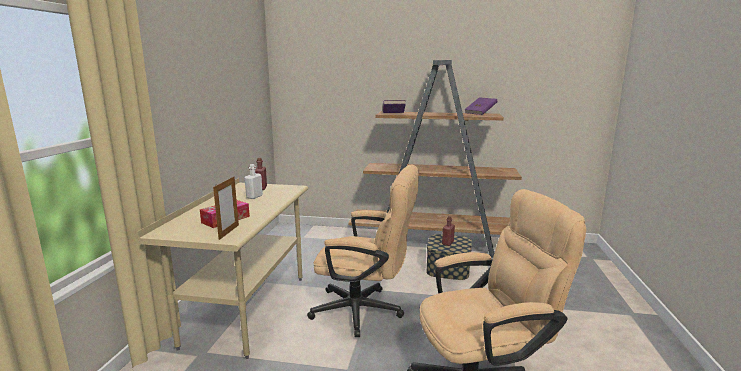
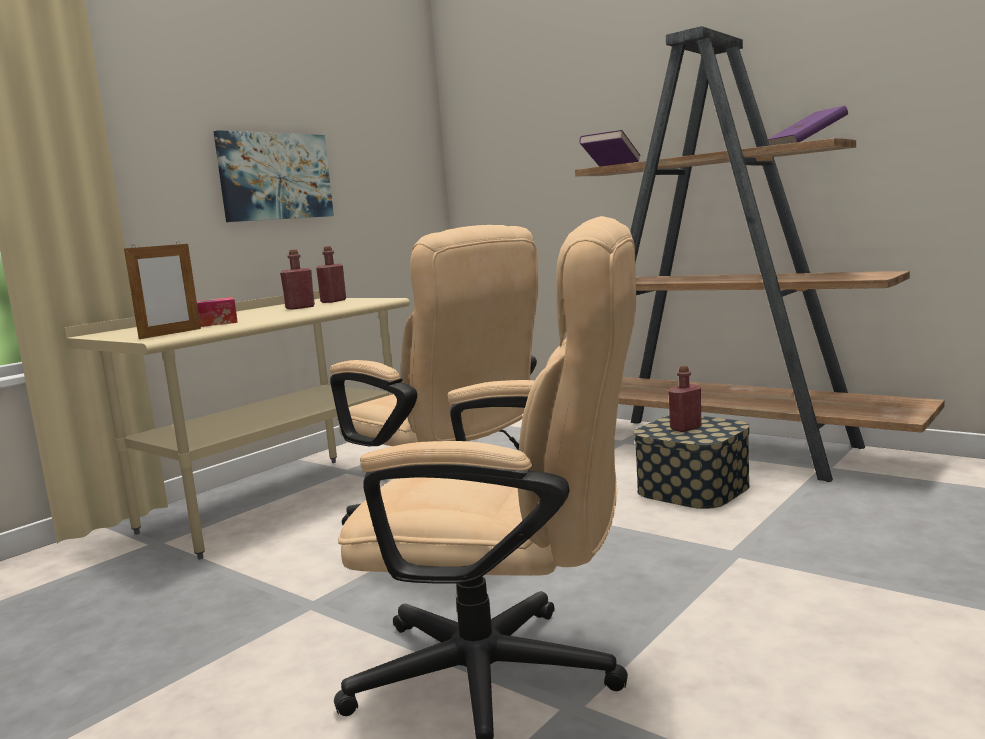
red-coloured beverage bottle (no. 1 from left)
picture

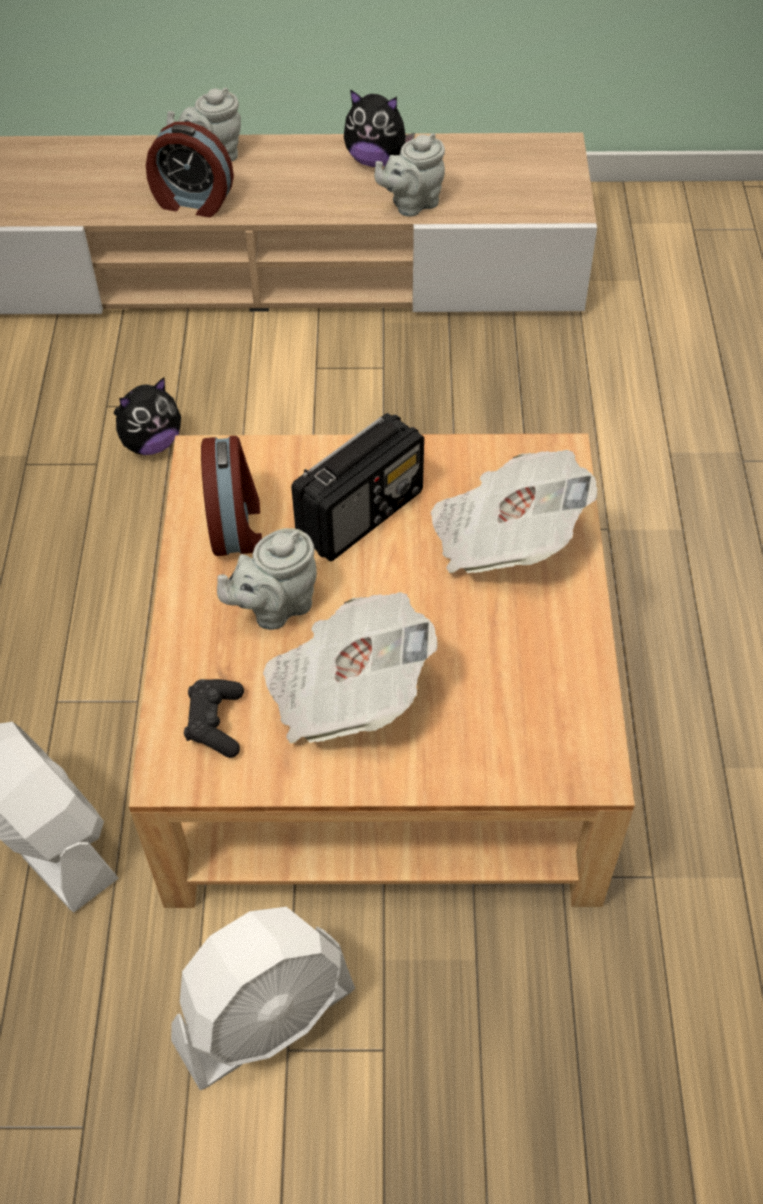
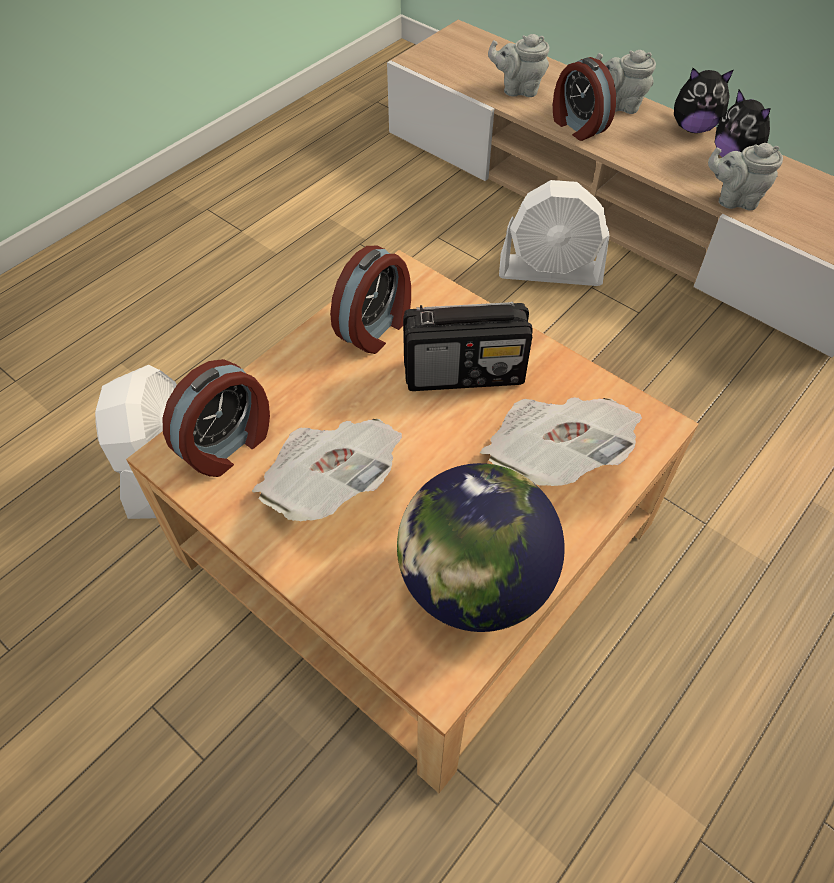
plush toy (no. 1 from left)
greyish tea pot (no. 1 from left)
alarm clock (no. 1 from left)
whitish fan (no. 2 from left)
world globe

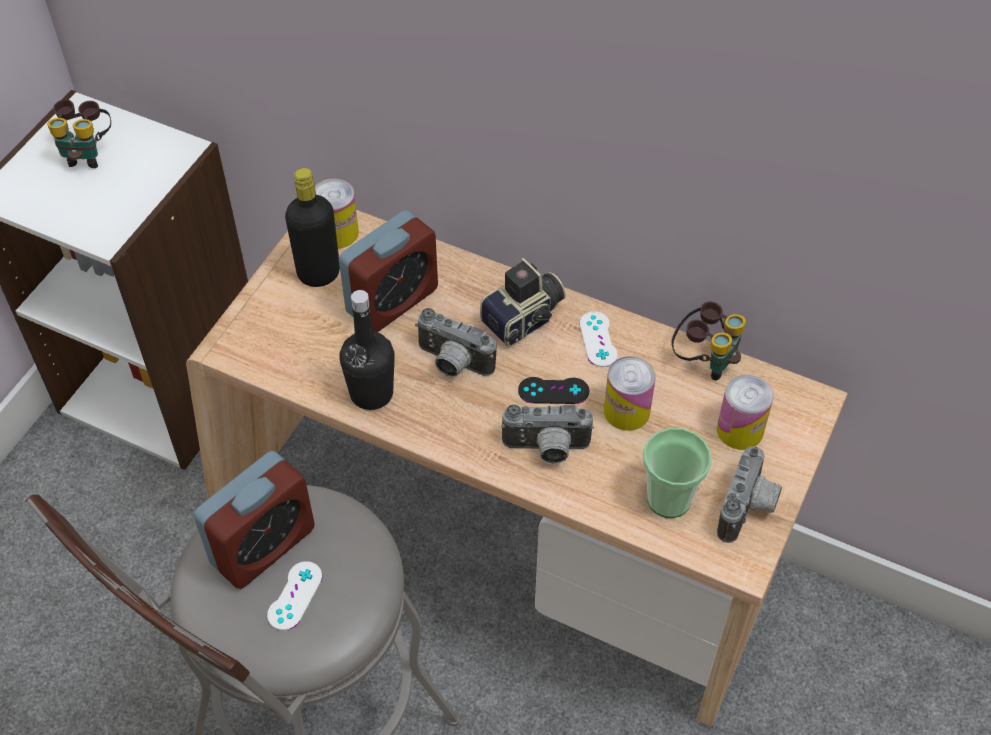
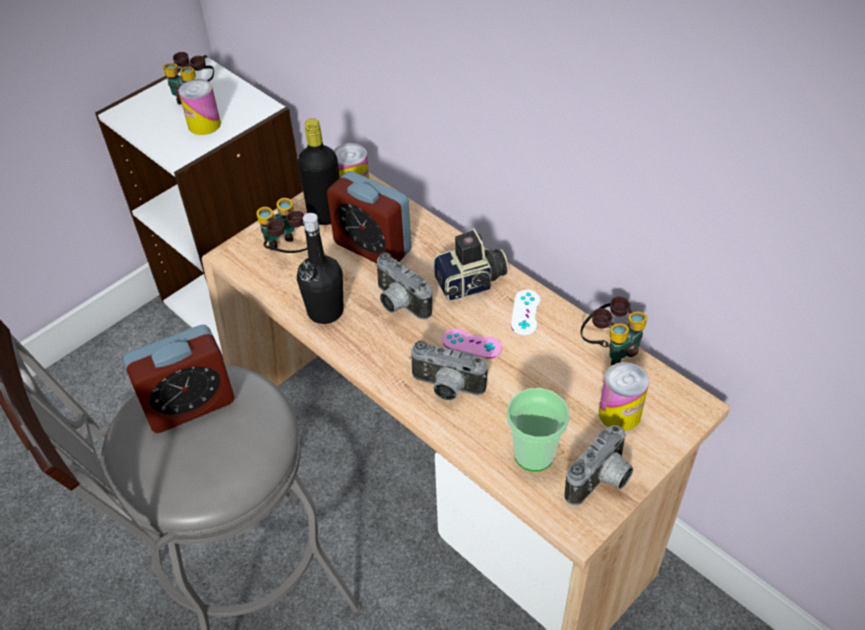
alarm clock (no. 2 from left)
metal can (no. 1 from left)
pinkish gamepad
whitish gamepad (no. 1 from left in the first image)
binoculars (no. 2 from left)

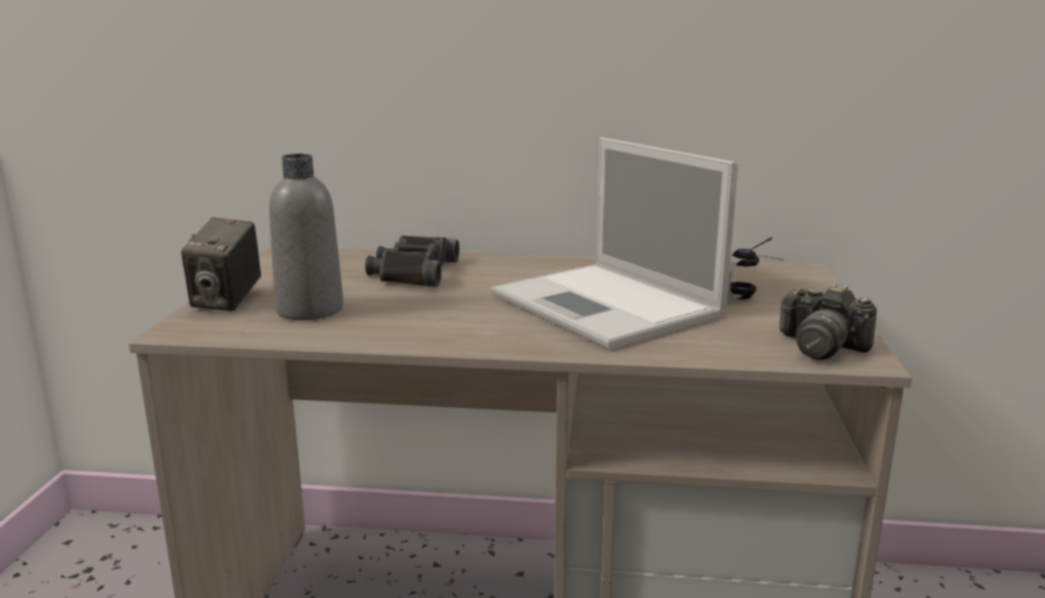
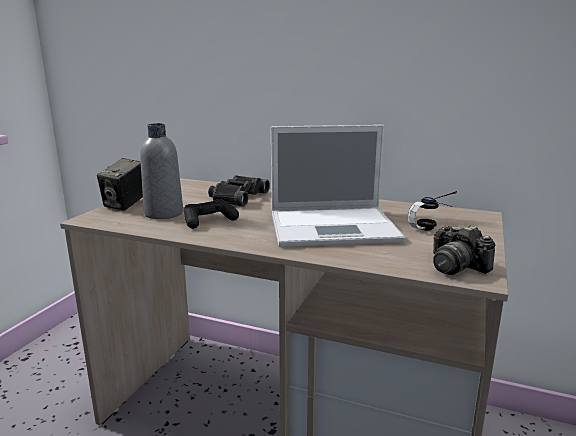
portable computer
black-coloured gamepad

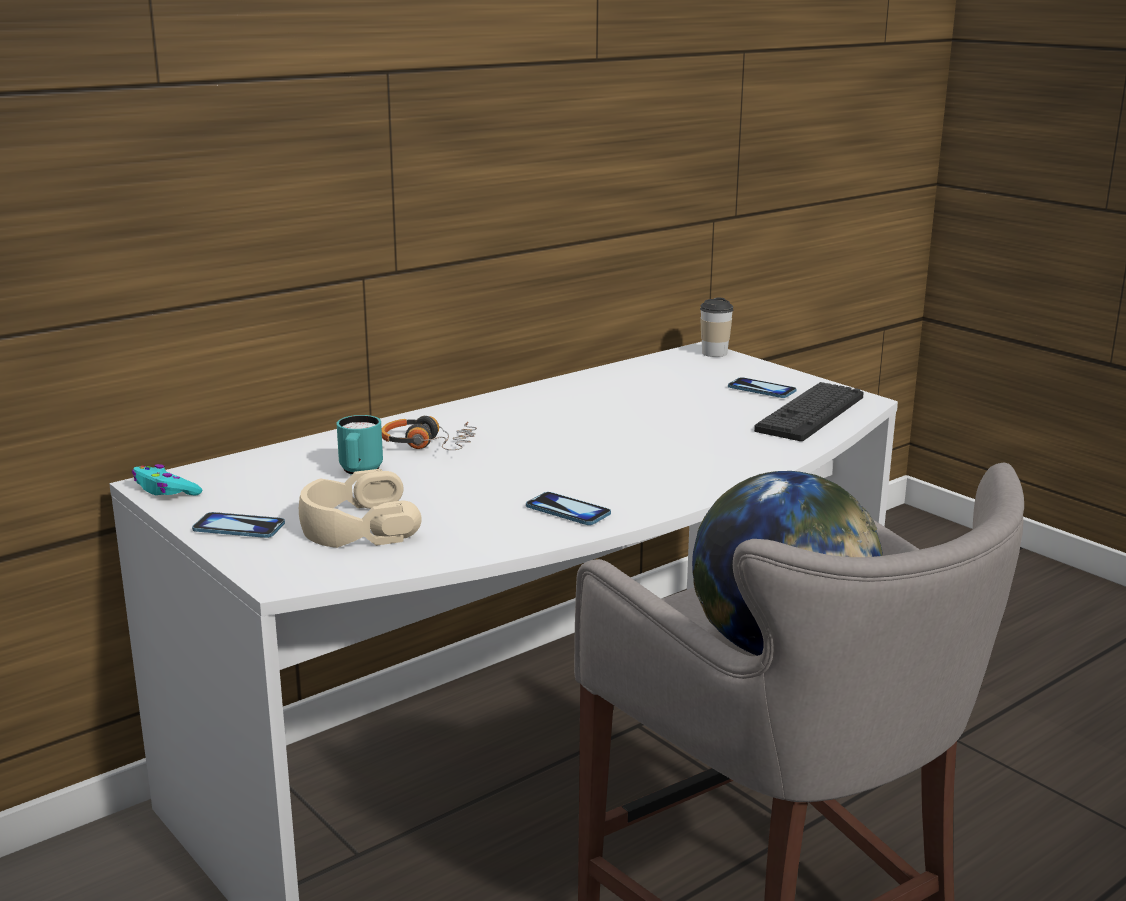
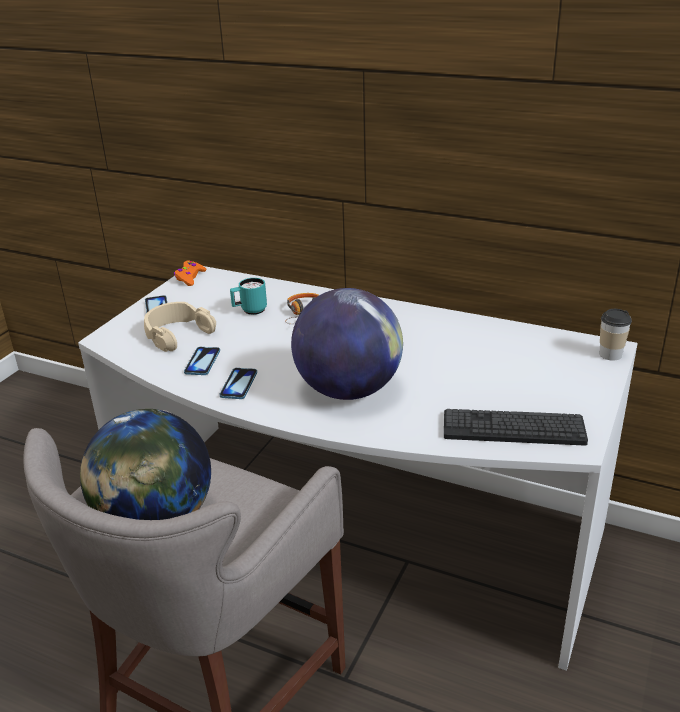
handset (no. 2 from left)
orangey gamepad
world globe (no. 2 from left)

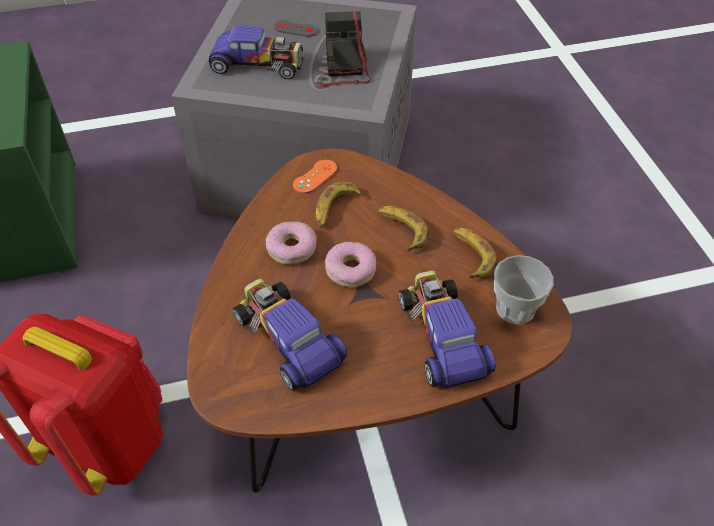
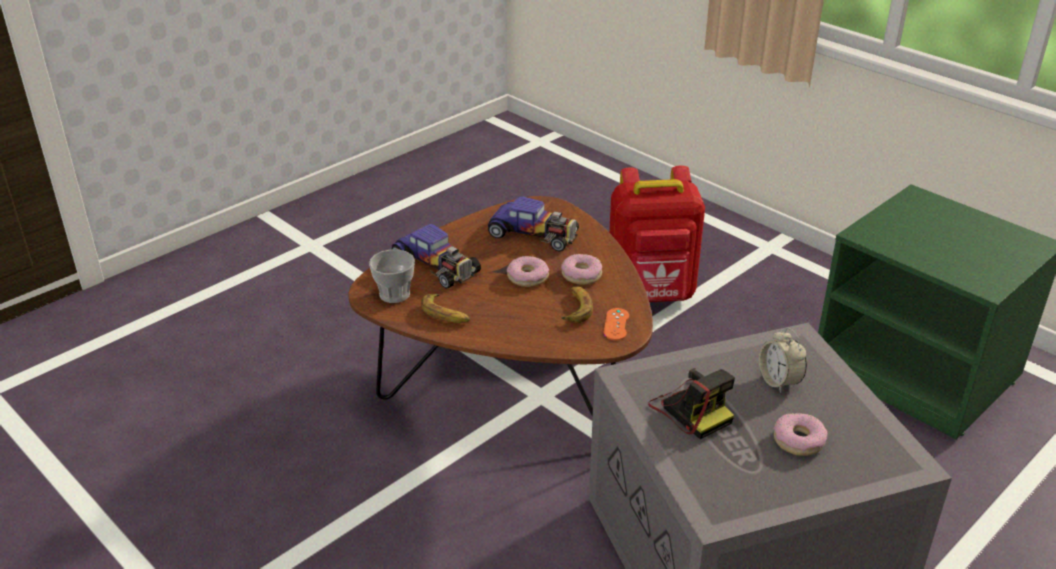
donut (no. 3 from left)
alarm clock
banana fruit (no. 2 from left in the first image)

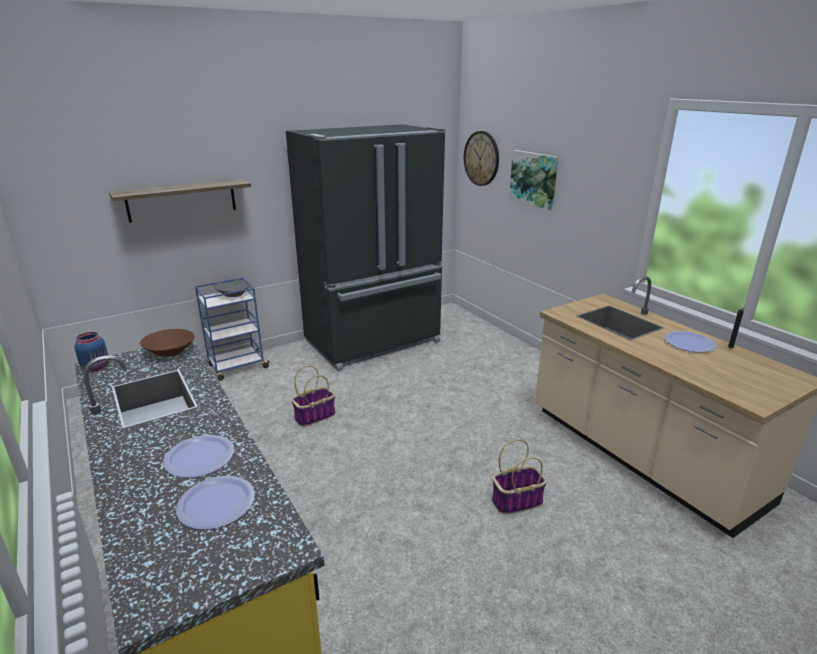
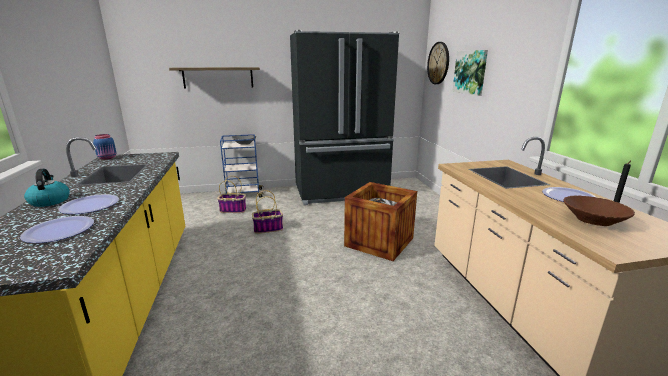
brown serving bowl
basket (no. 1 from left)
water kettle
crate

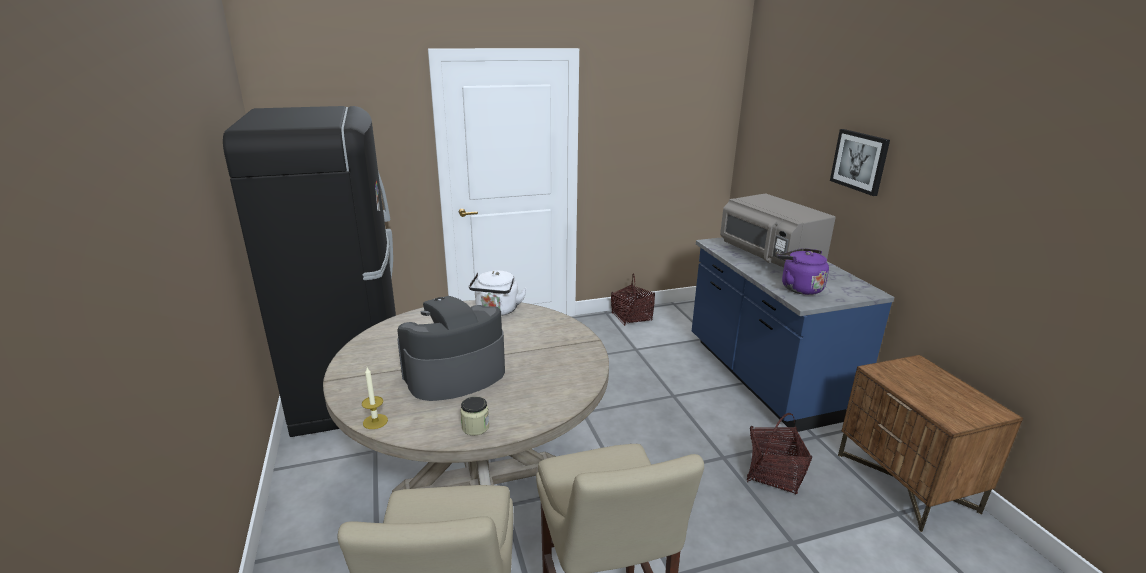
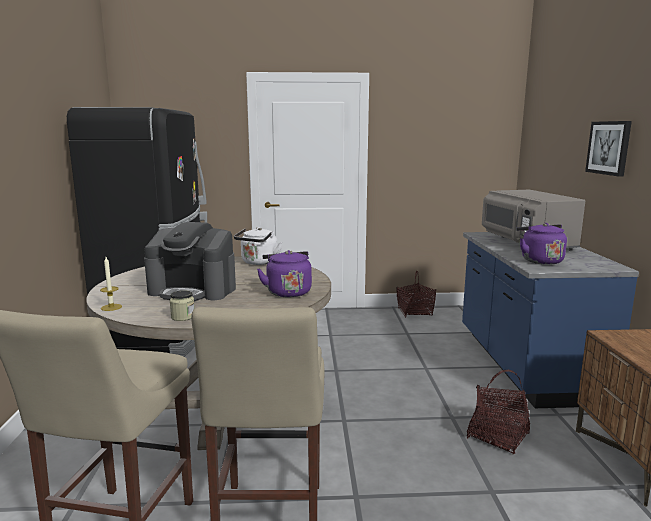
coffee maker
purple water kettle (no. 1 from left)

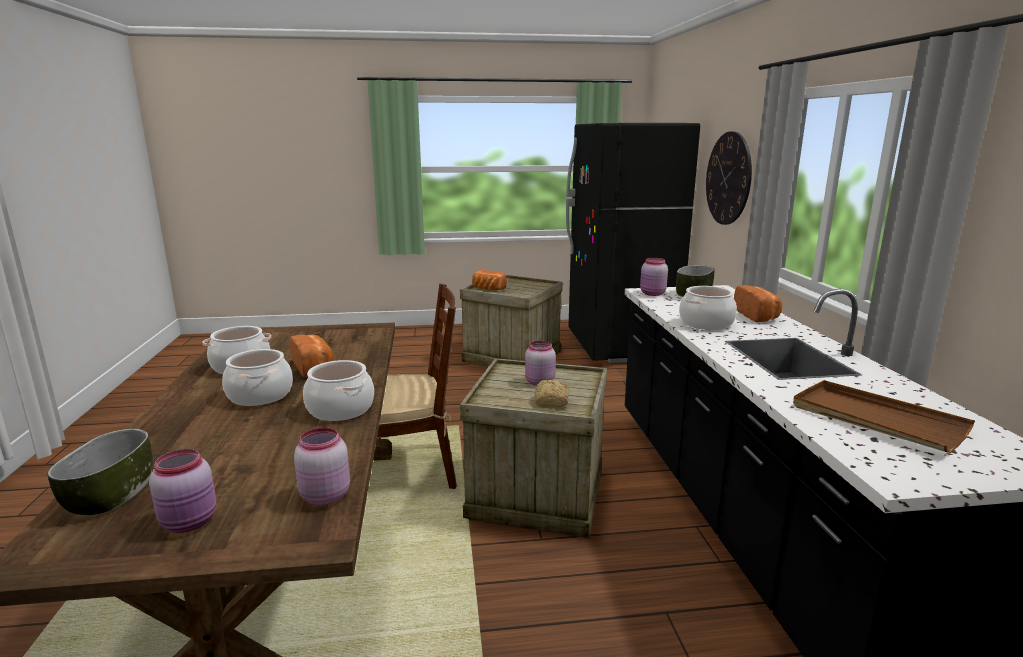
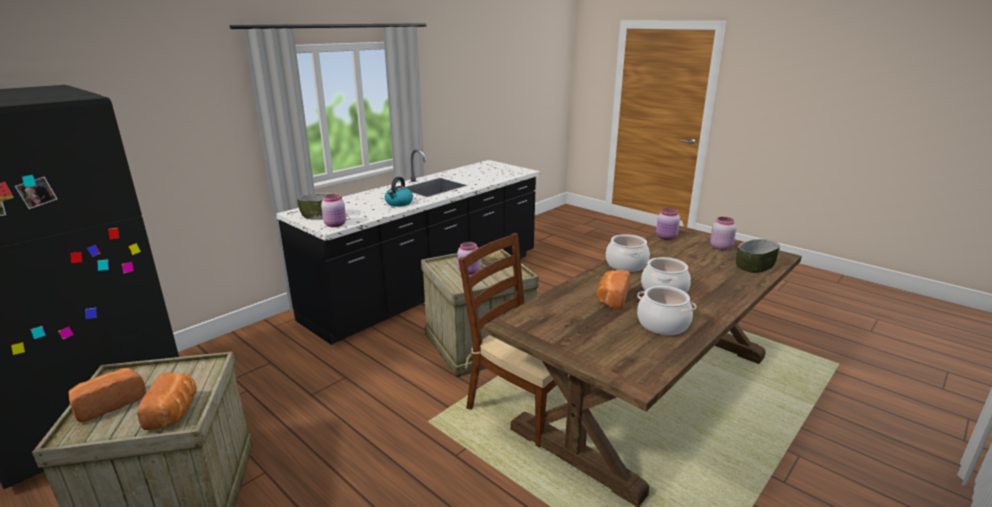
hanging clock
bakery bread (no. 1 from left)
water kettle
brown carrying tray

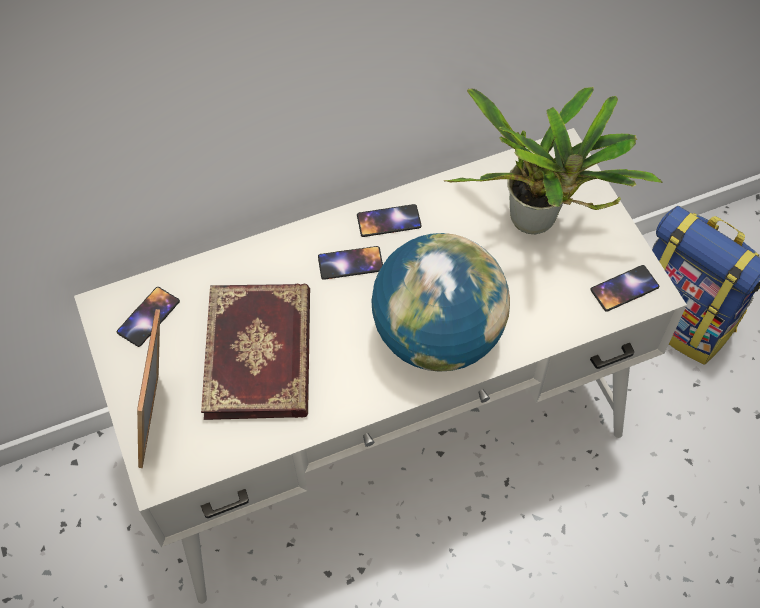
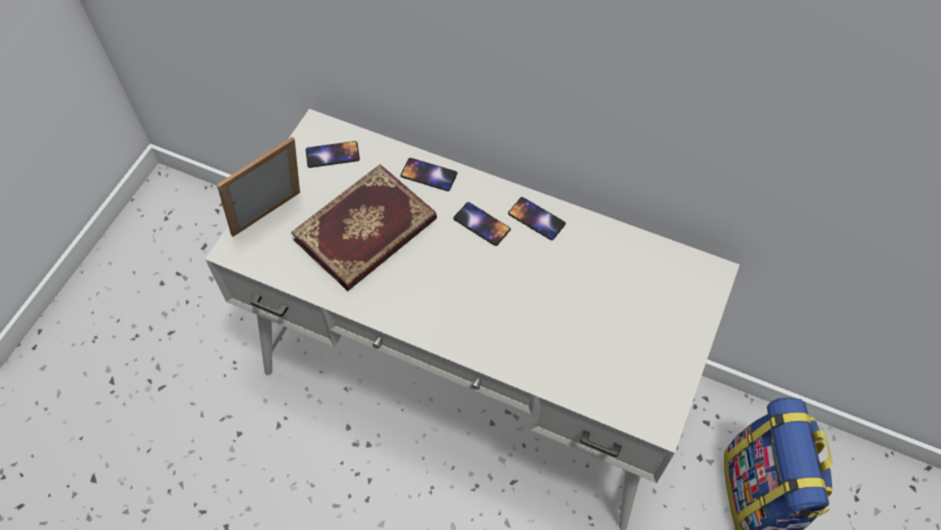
houseplant
world globe
handset (no. 2 from left)

